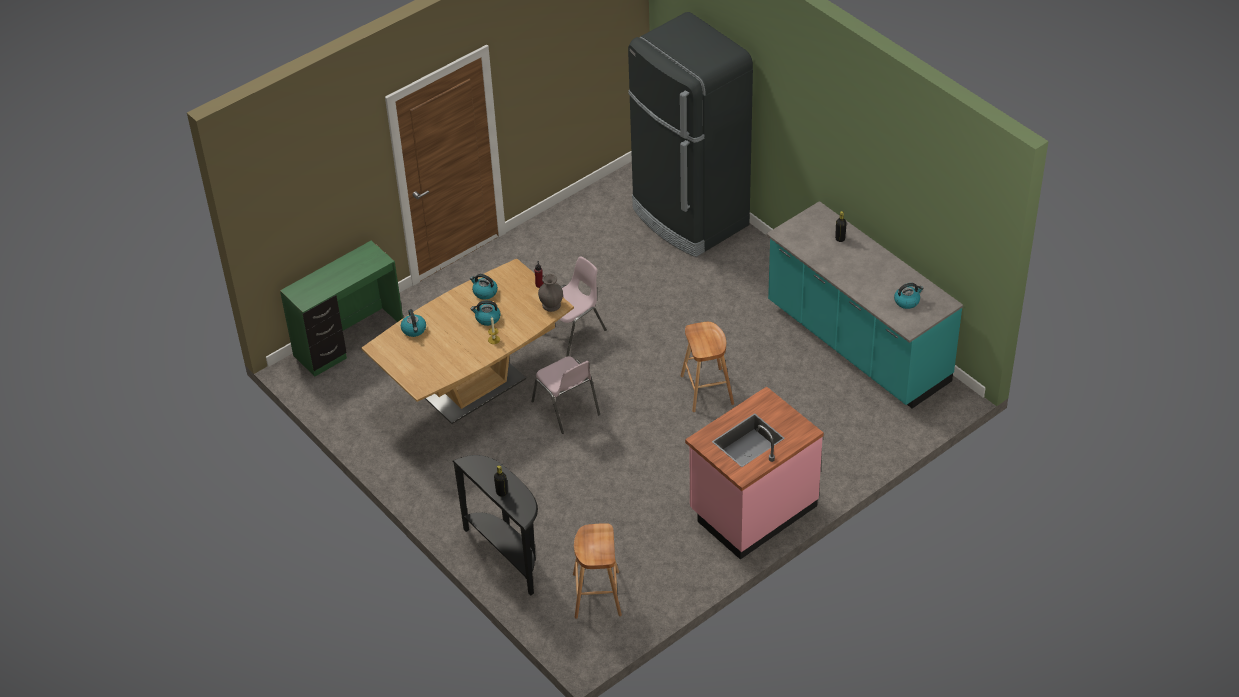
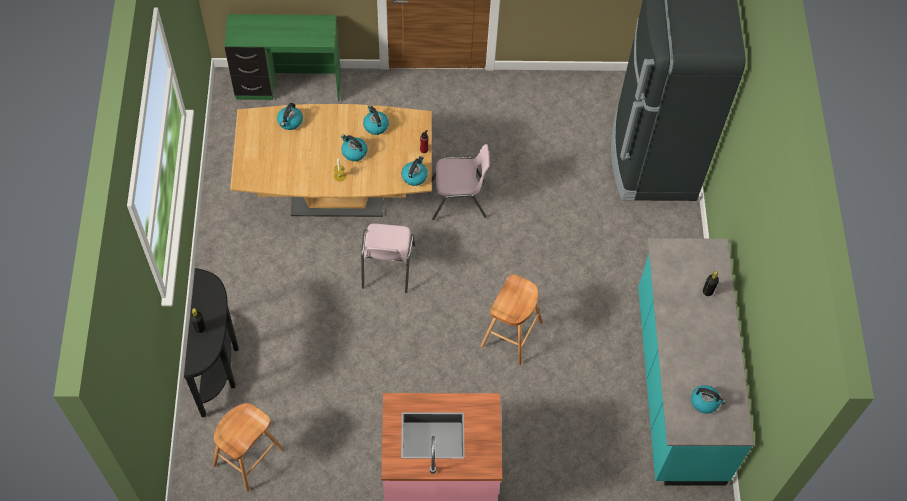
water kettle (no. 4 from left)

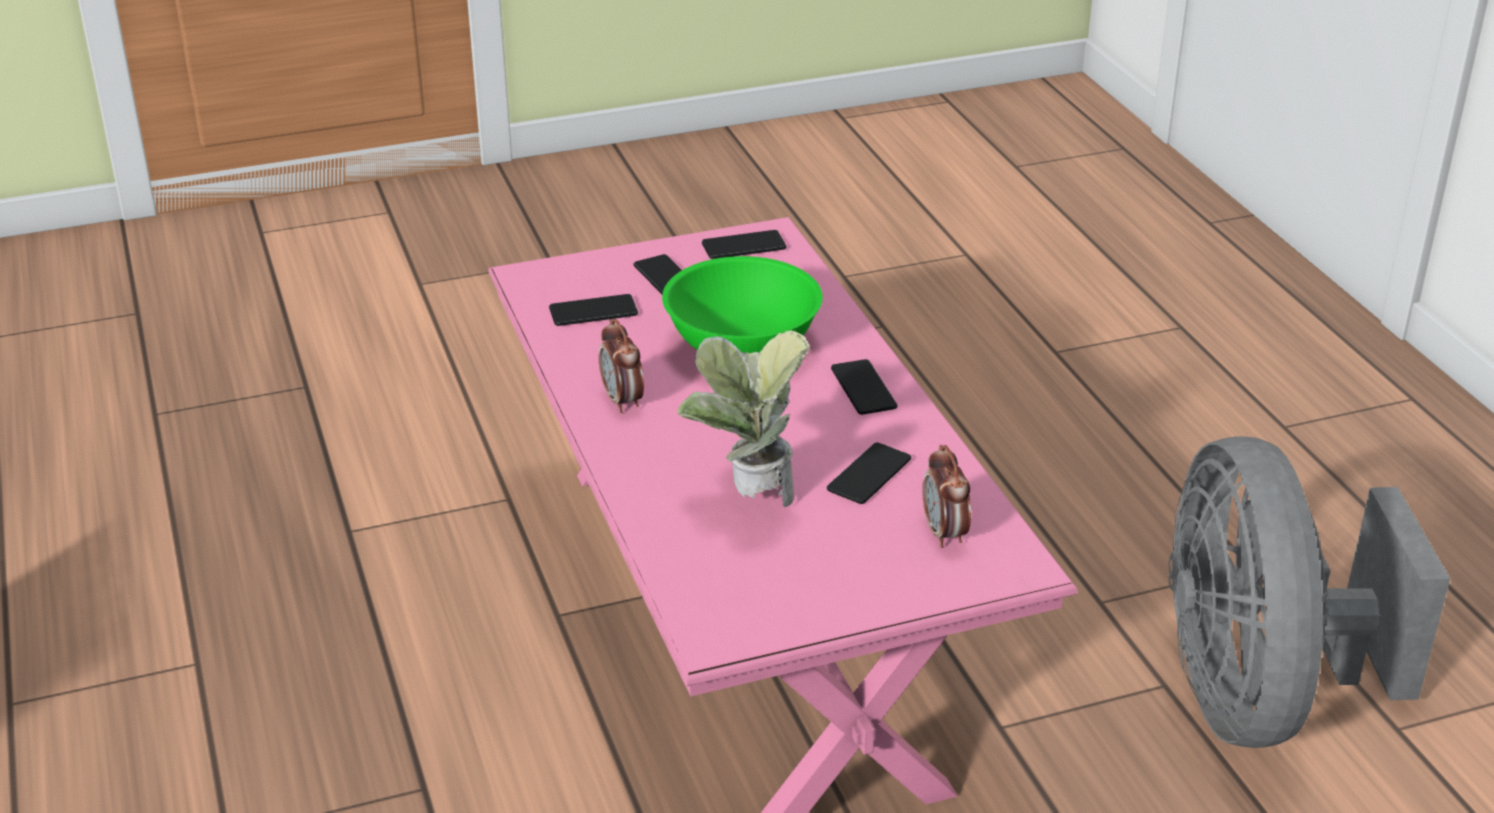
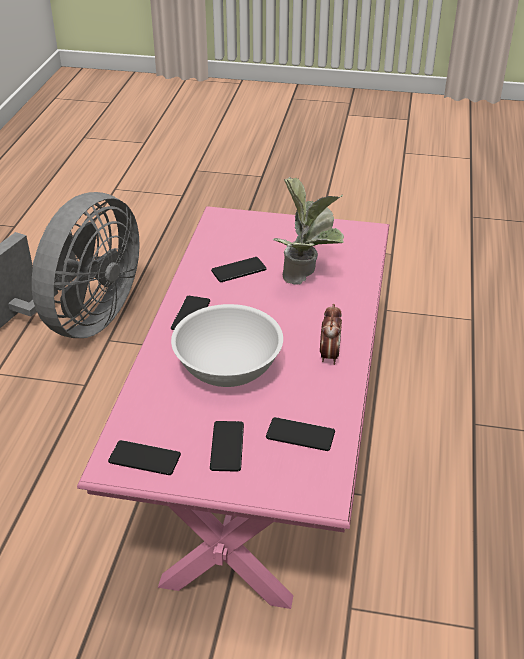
whitish serving bowl
alarm clock (no. 2 from left in the first image)

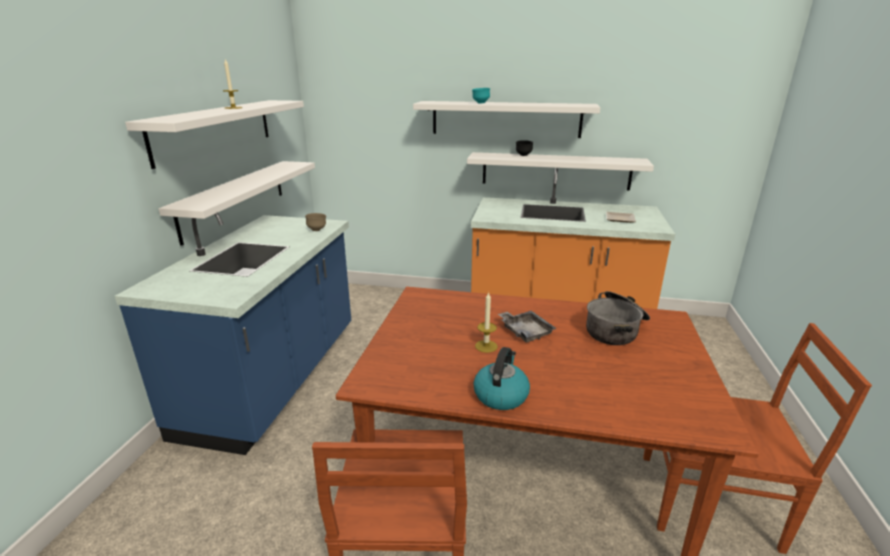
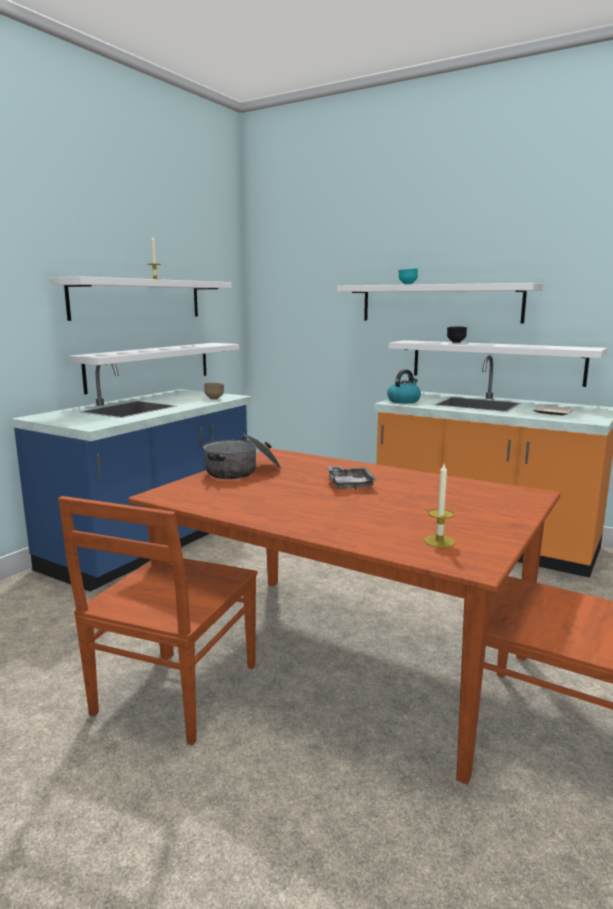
saucepot
wax light (no. 2 from left)
water kettle

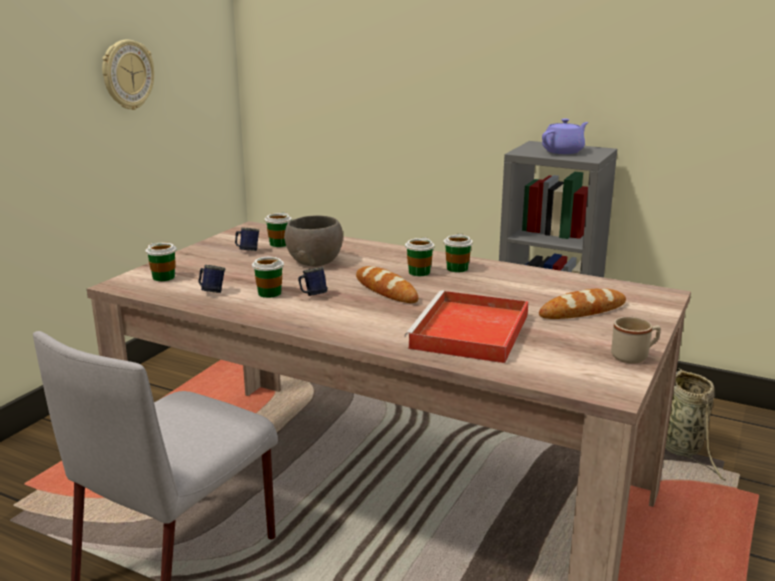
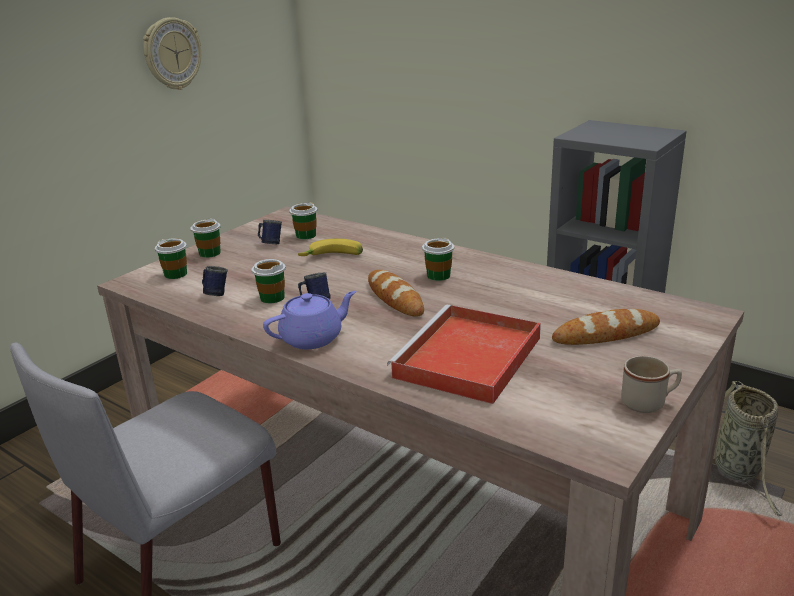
purple tea pot
banana fruit
cup (no. 2 from left)

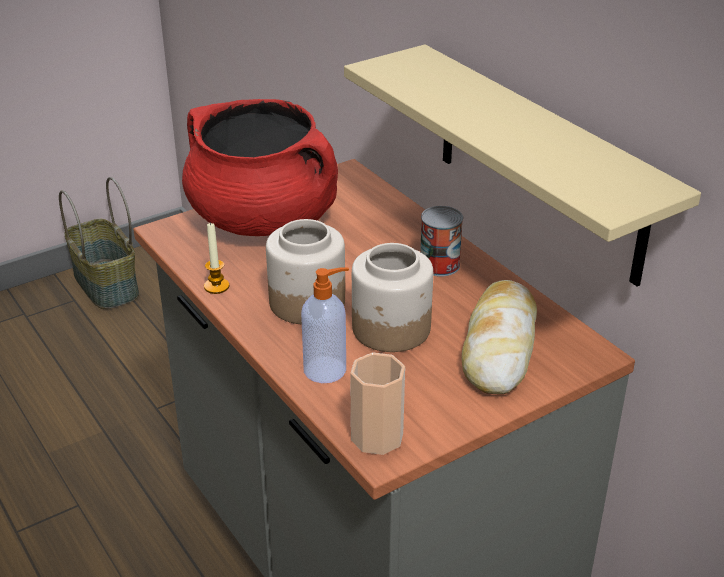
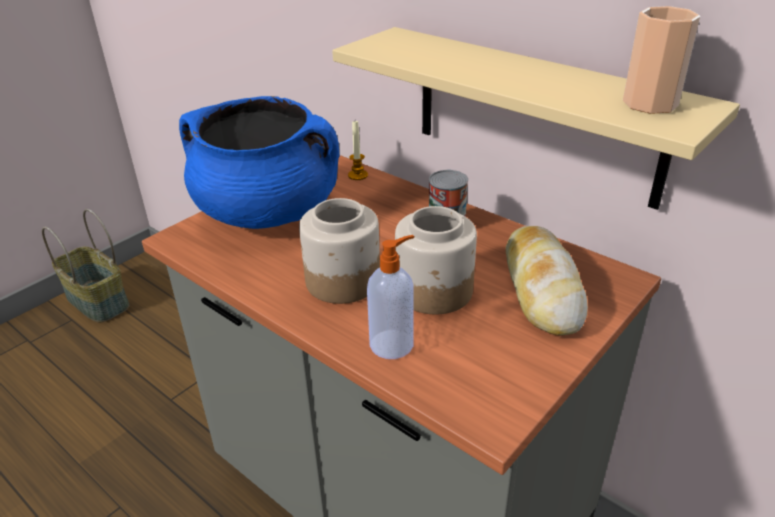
blue-coloured saucepot
wax light
cup

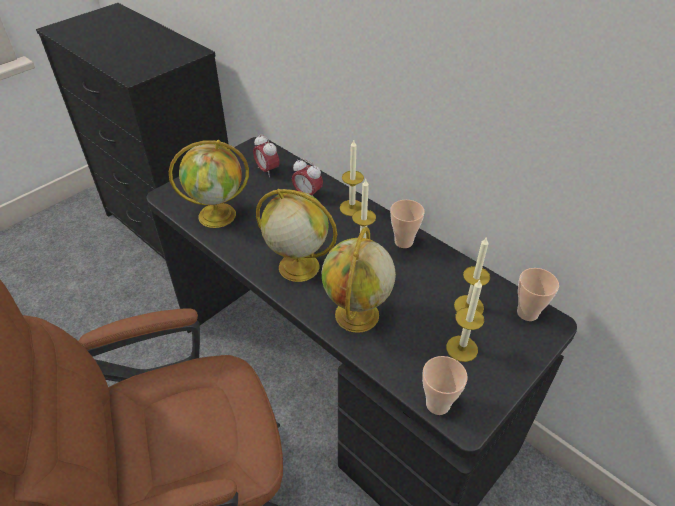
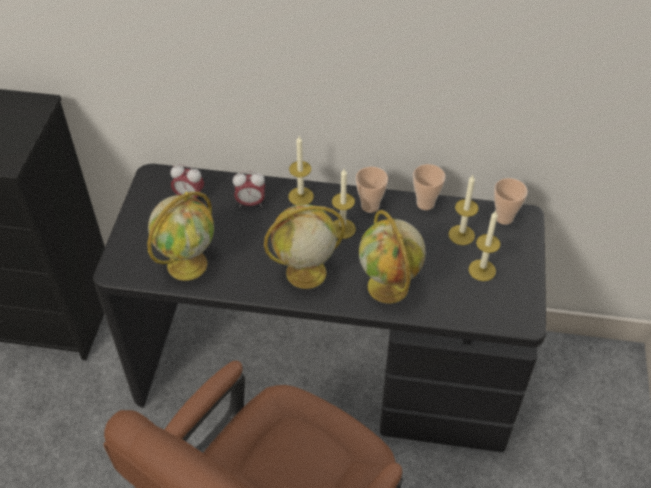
cup (no. 2 from left)

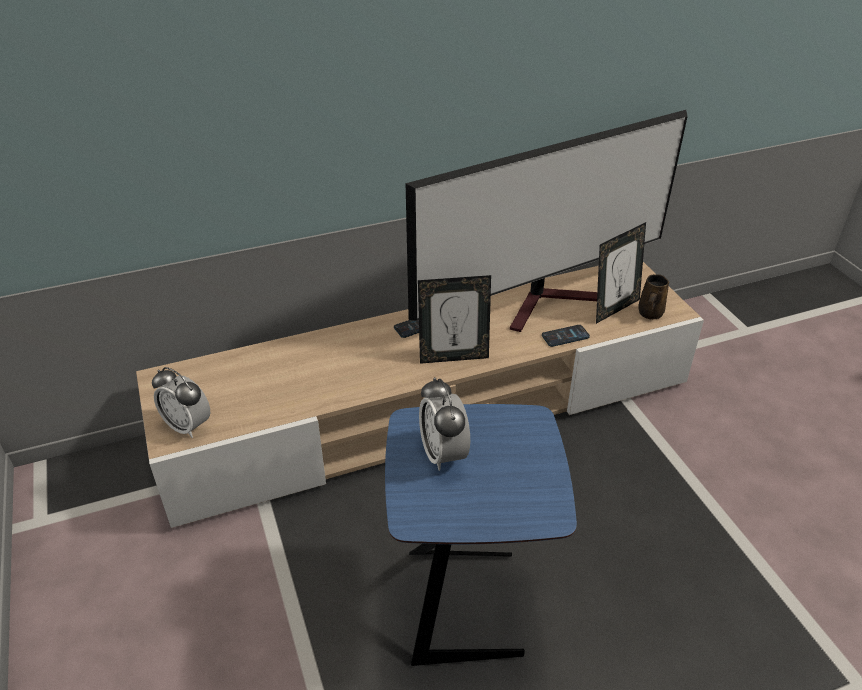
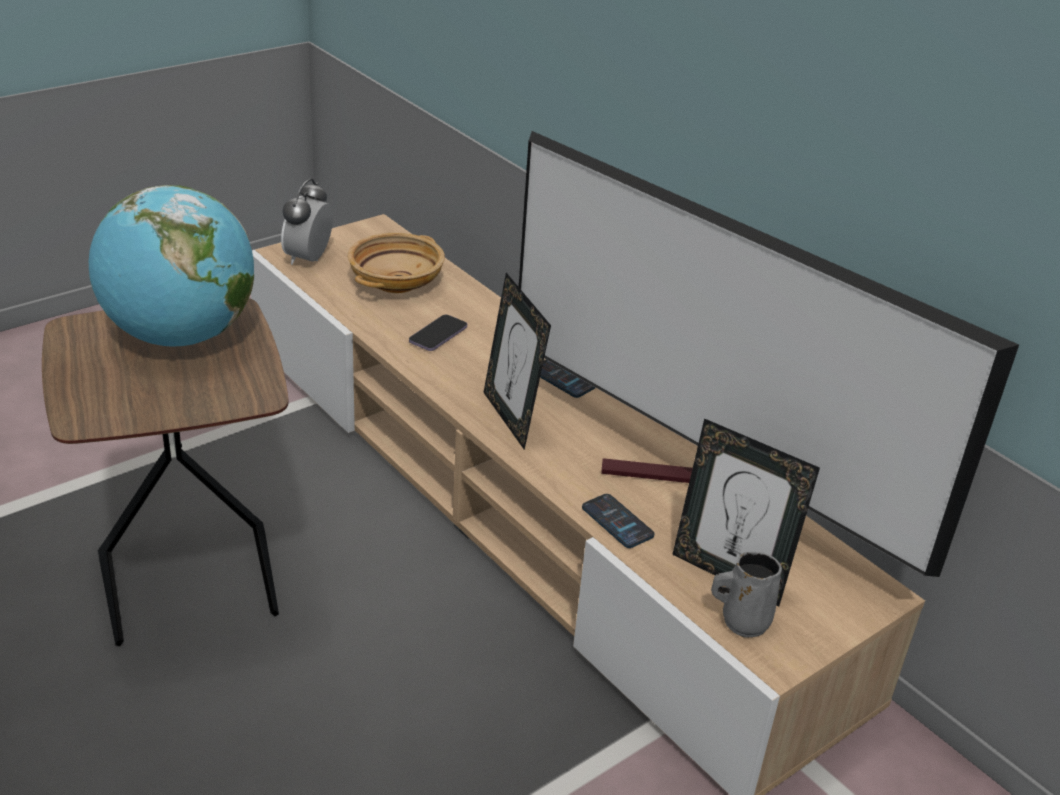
greyish coffee mug
world globe
brown end table
beige-coloured serving bowl
handset (no. 1 from left)

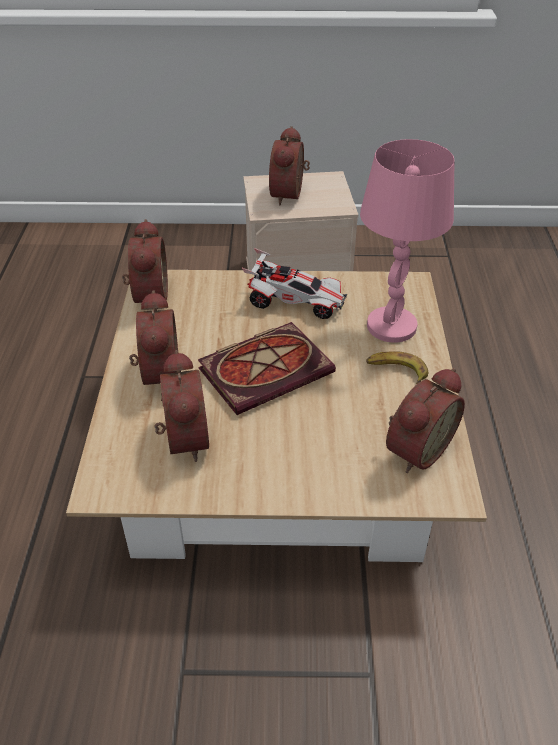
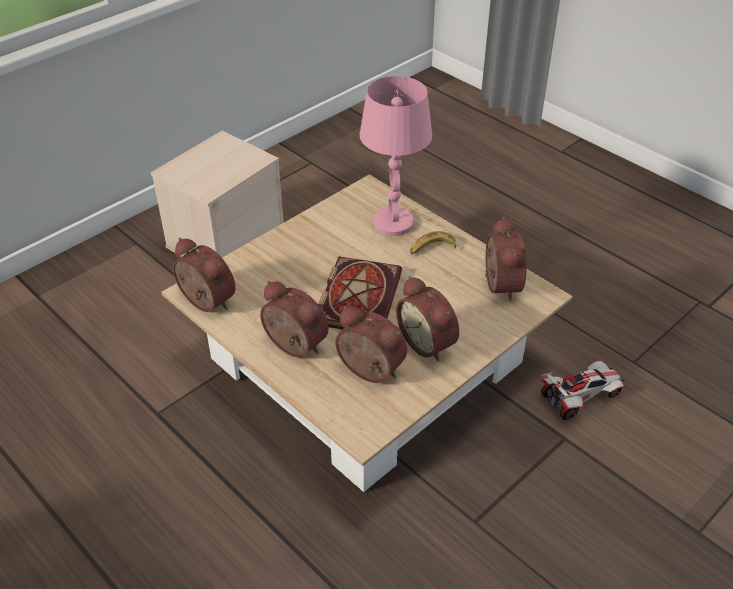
alarm clock (no. 4 from left)
miniature car

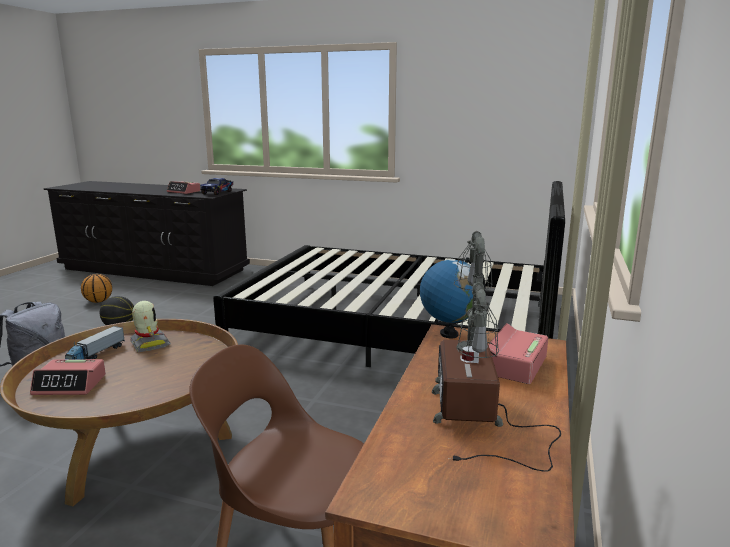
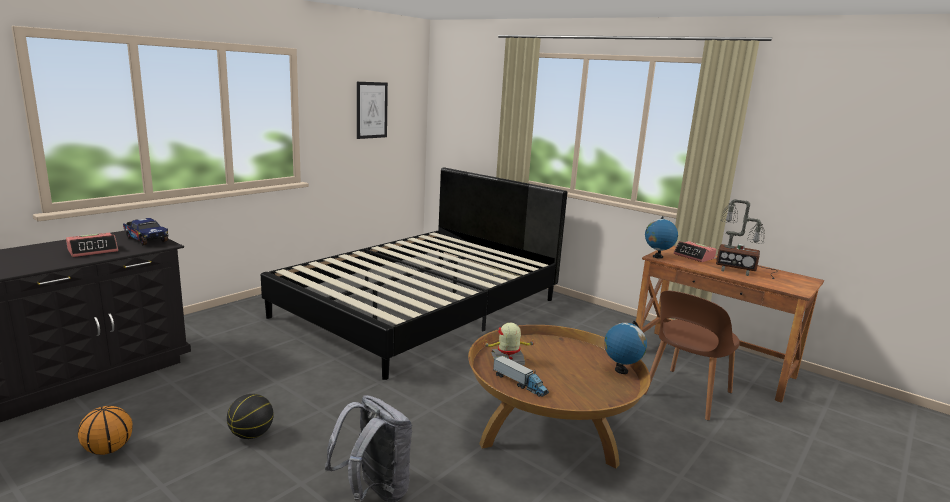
alarm clock (no. 1 from left in the first image)
picture
world globe (no. 1 from left)

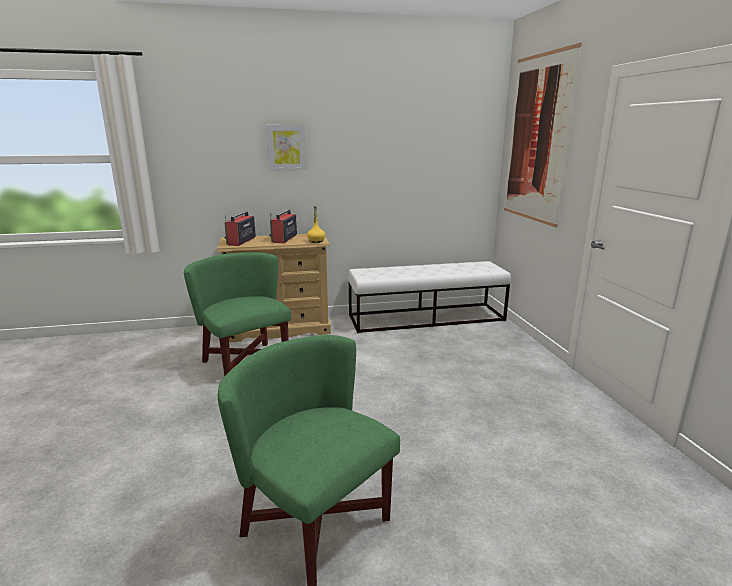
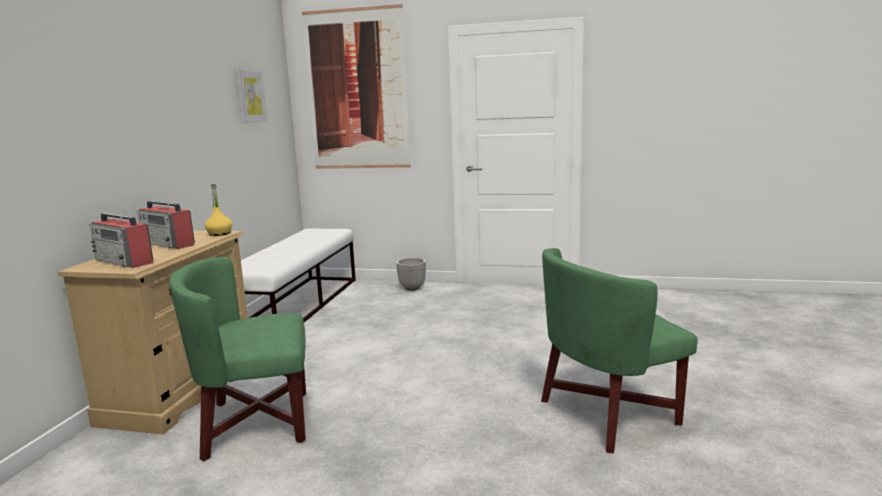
picture (no. 1 from left)
planter

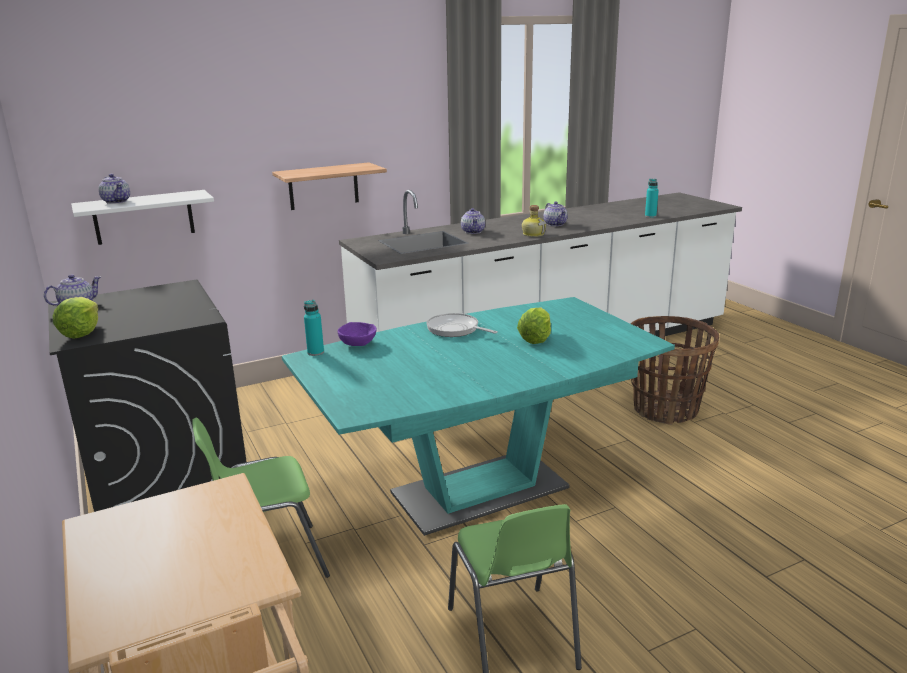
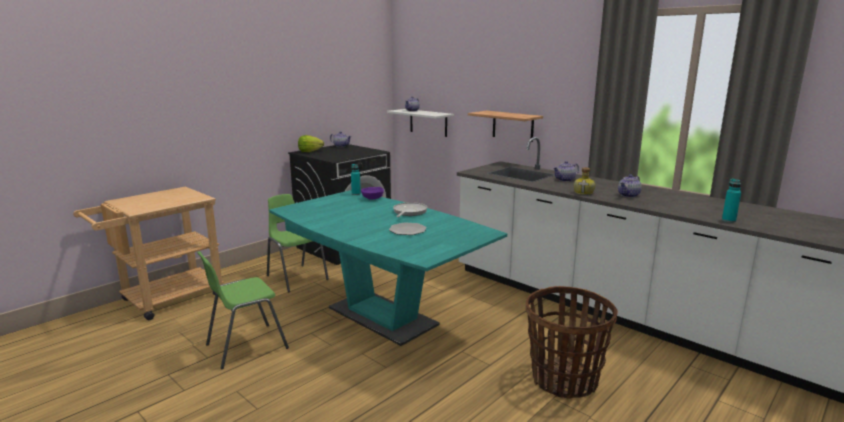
plate

